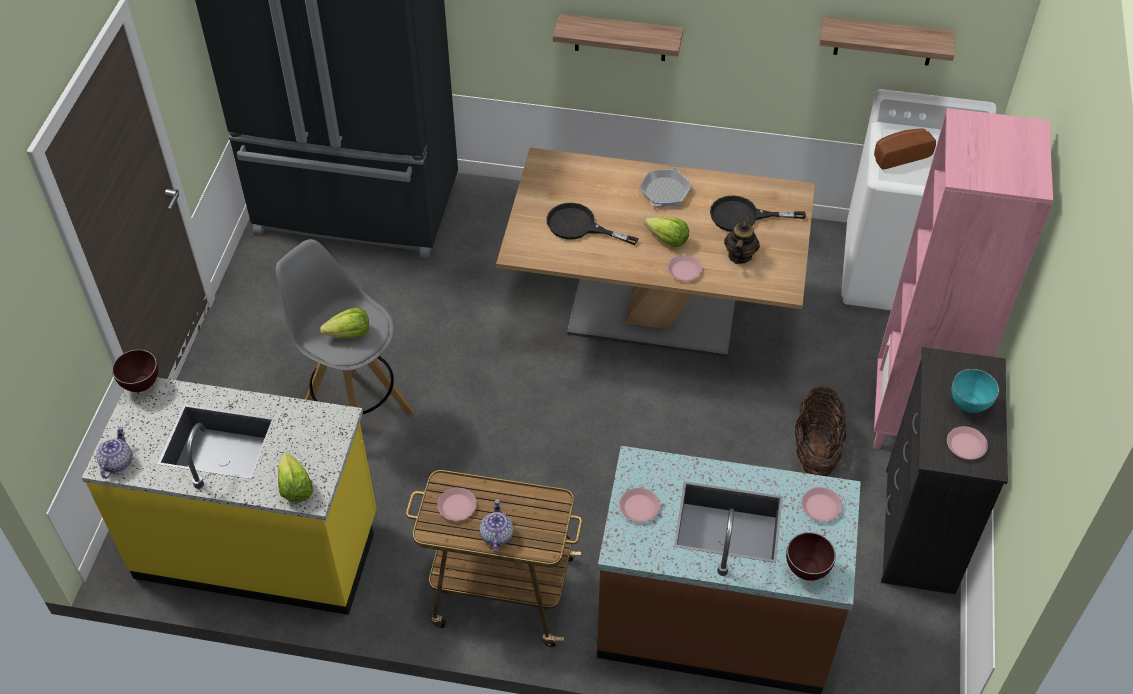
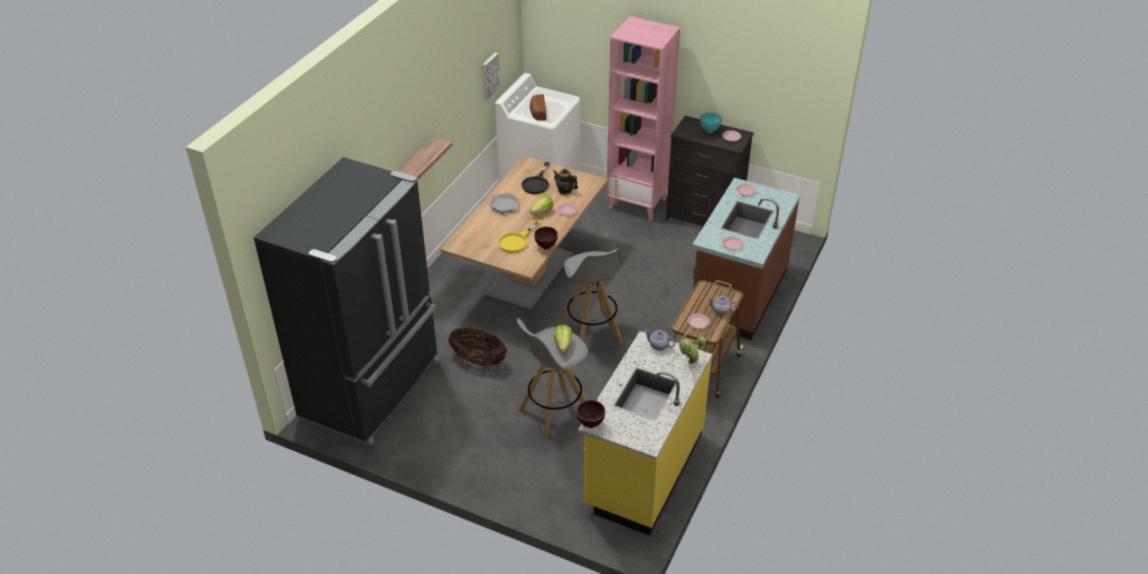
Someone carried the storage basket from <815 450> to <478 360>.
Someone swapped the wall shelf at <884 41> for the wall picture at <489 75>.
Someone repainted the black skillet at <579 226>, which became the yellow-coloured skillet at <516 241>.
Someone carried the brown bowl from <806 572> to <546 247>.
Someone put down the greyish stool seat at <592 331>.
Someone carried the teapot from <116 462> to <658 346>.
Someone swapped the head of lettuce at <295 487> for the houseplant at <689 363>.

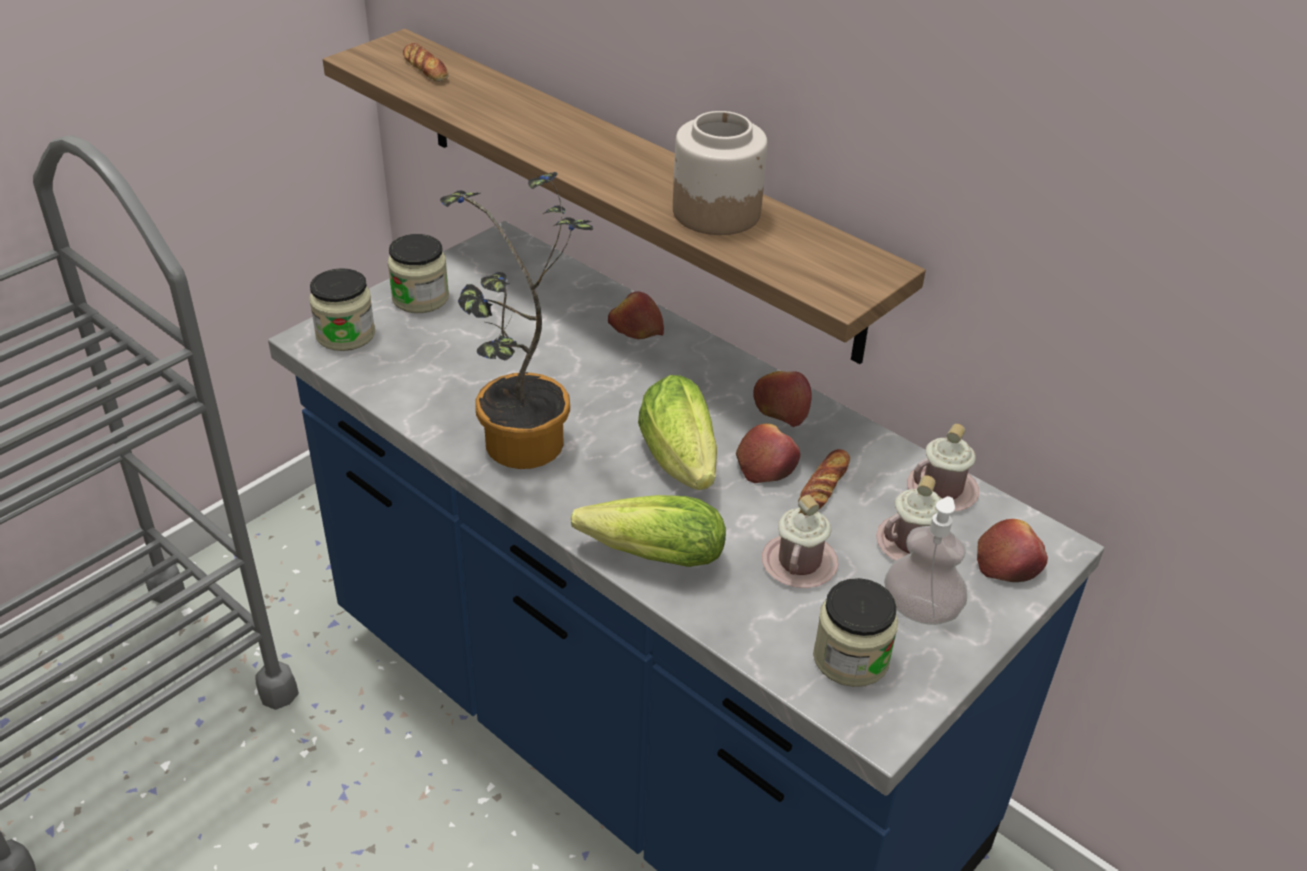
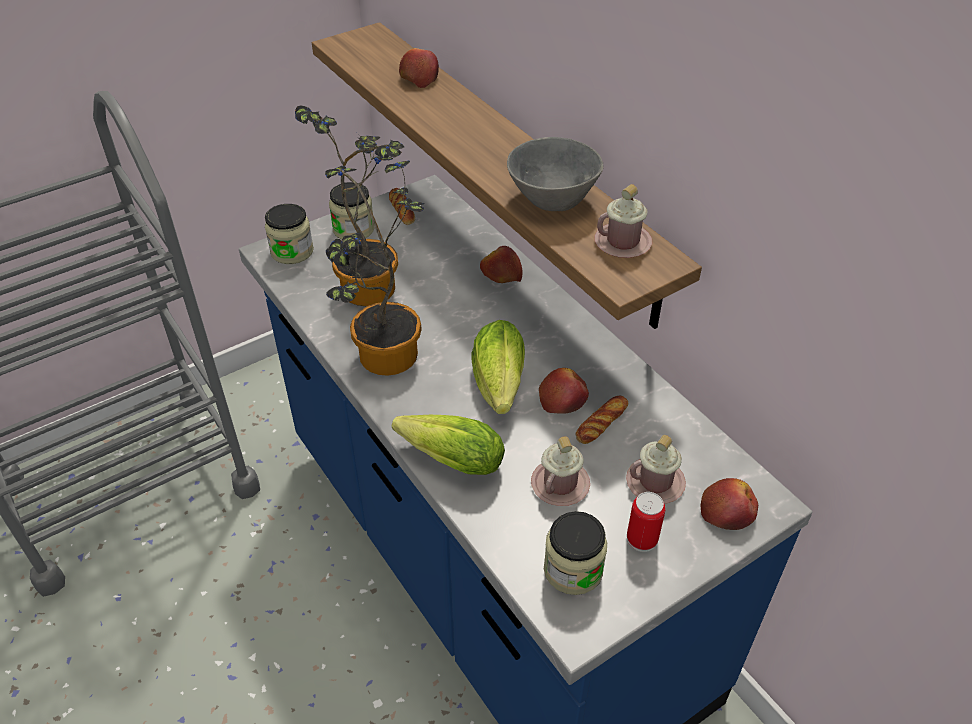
Someone put down the houseplant at <371 283>.
Someone carried the bread from <426 68> to <402 210>.
Someone carried the whole apple from <780 408> to <419 77>.
Someone swapped the preserve jar at <716 212> for the greyish bowl at <552 197>.
Someone carried the pinkish coffee mug from <942 490> to <622 242>.
Someone swapped the liquid soap bottle at <920 610> for the metal can at <642 539>.

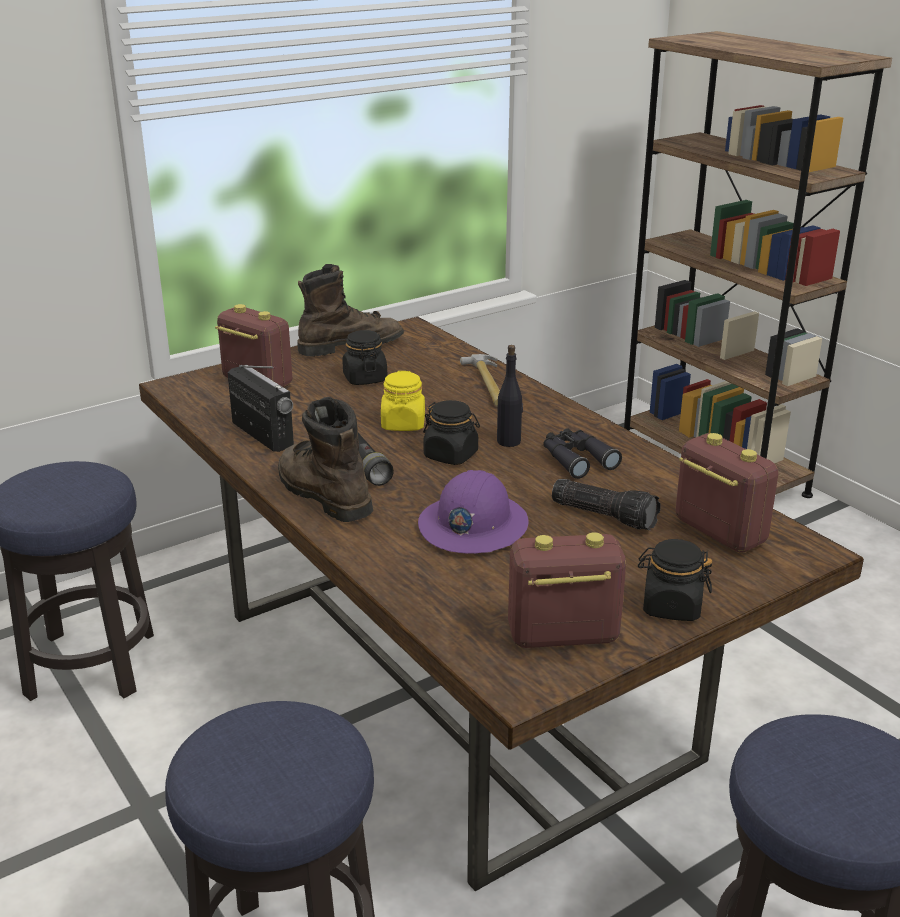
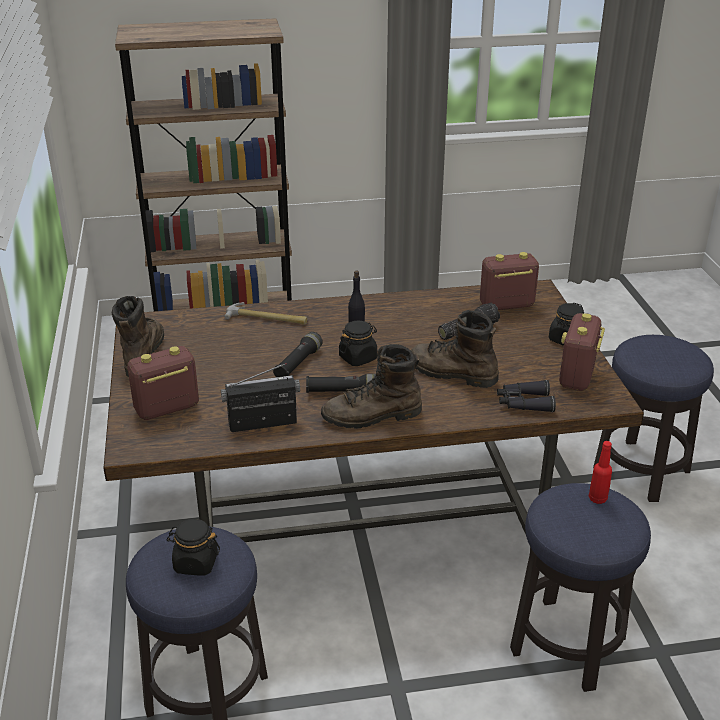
Someone carried the black preserve jar from <365 378> to <195 563>.
Someone swapped the yellow-coloured preserve jar at <403 424> for the black flashlight at <298 364>.
Someone swapped the purple safety helmet at <472 526> for the brown high-top boot at <451 373>.
Someone carried the black pair of binoculars from <576 459> to <524 403>.
Someone put down the reddish drink bottle at <597 498>.

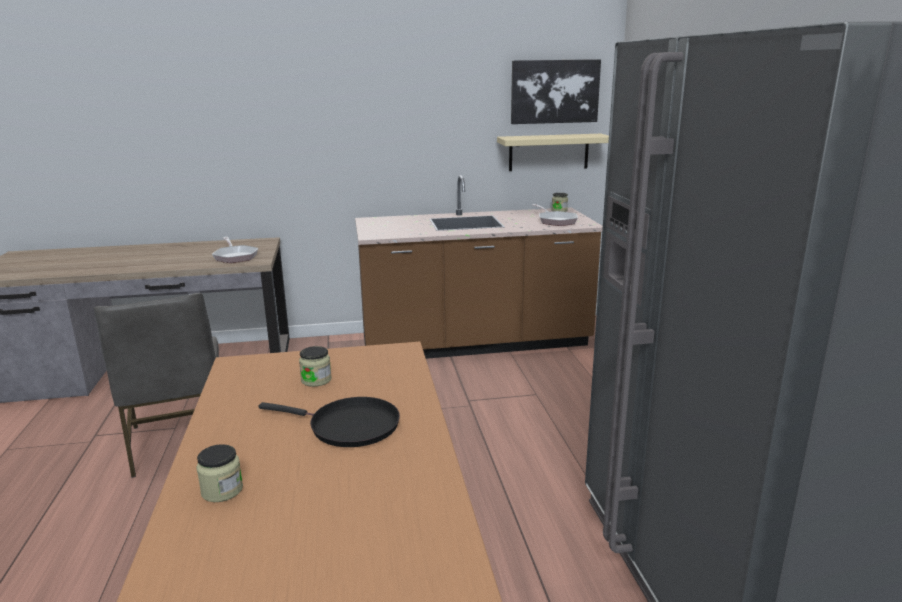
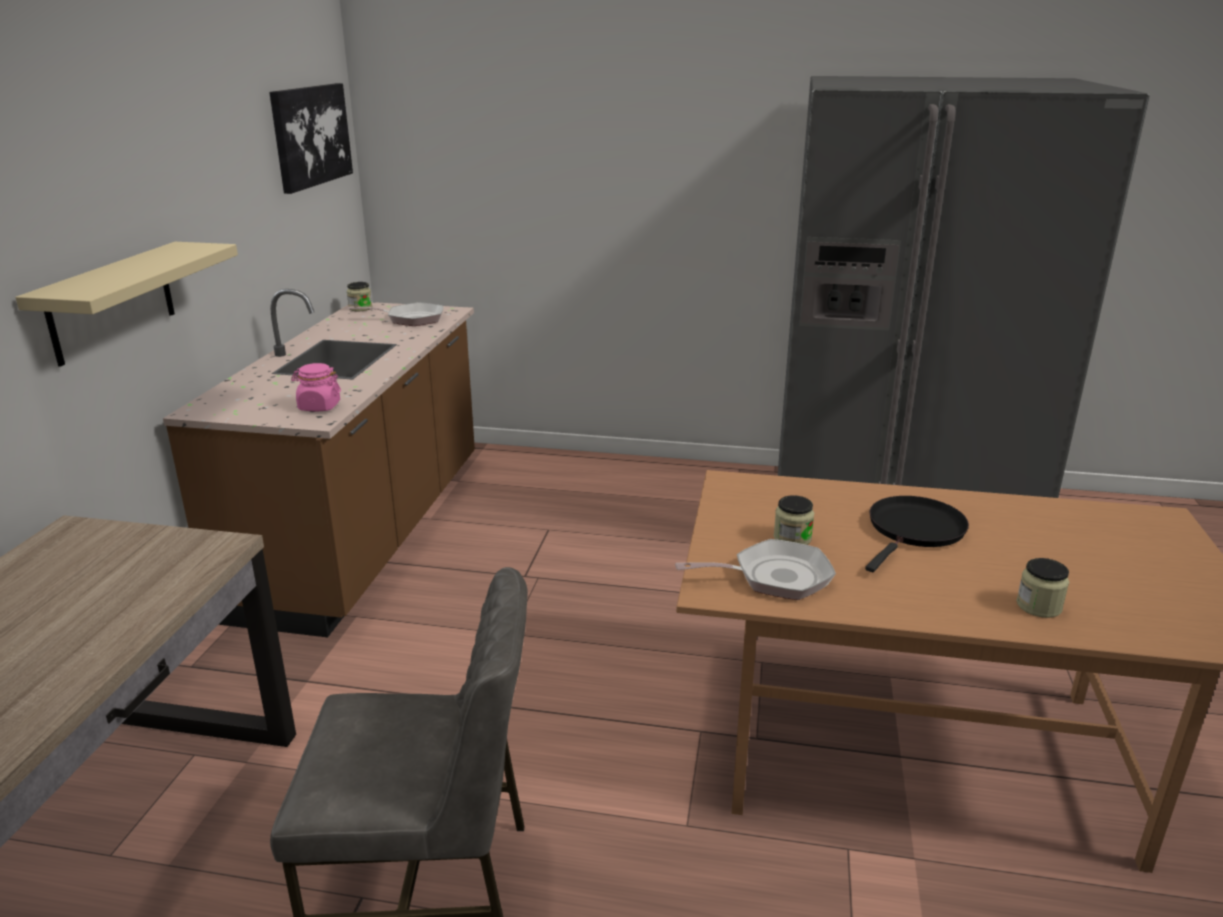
Someone carried the beige wall shelf from <548 152> to <112 302>.
Someone put down the pinkish preserve jar at <319 407>.
Someone carried the skillet from <235 256> to <774 577>.

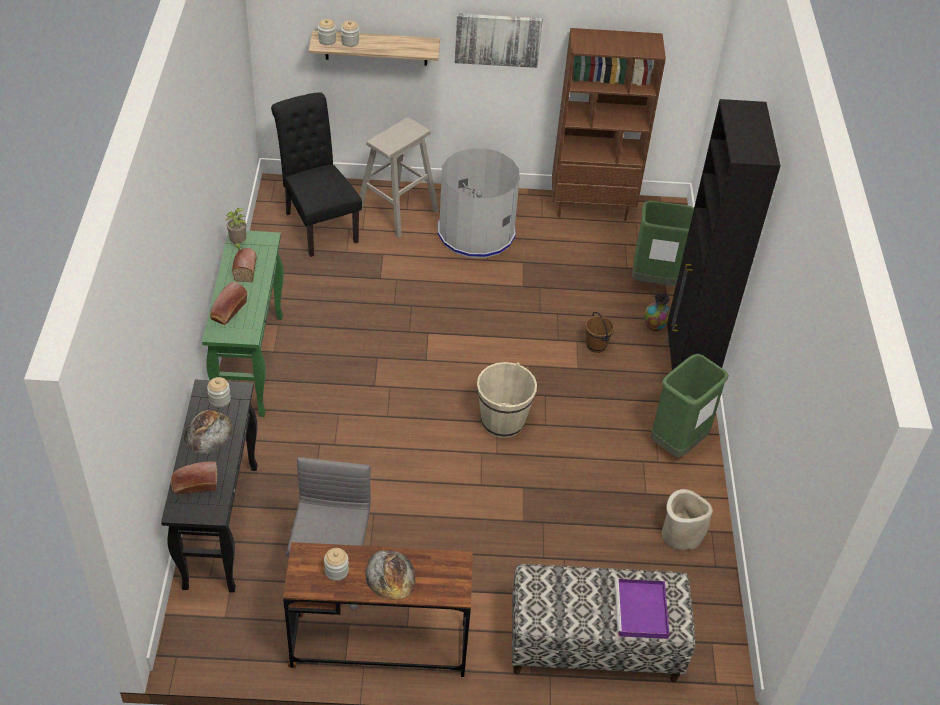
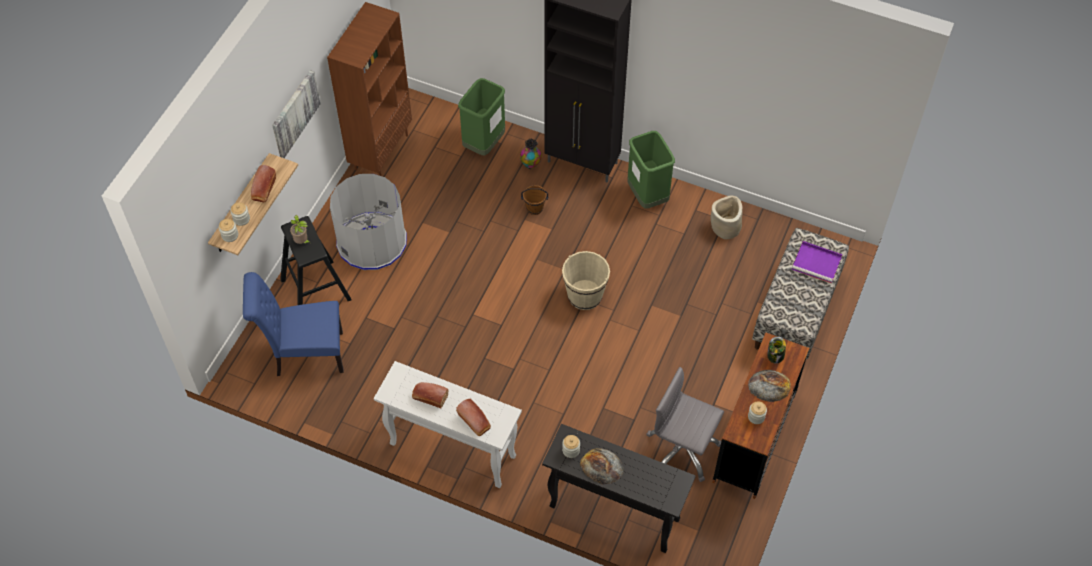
Someone repainted the black upright chair at <318 224>, which became the blue upright chair at <304 354>.
Someone carried the bread from <194 485> to <263 189>.
Someone repainted the beige stool seat at <397 210>, which became the black stool seat at <315 289>.
Someone carried the houseplant from <238 244> to <302 242>.
Someone repainted the green console table at <251 363>, which became the white-coloured console table at <451 450>.
Someone put down the preserve jar at <775 355>.

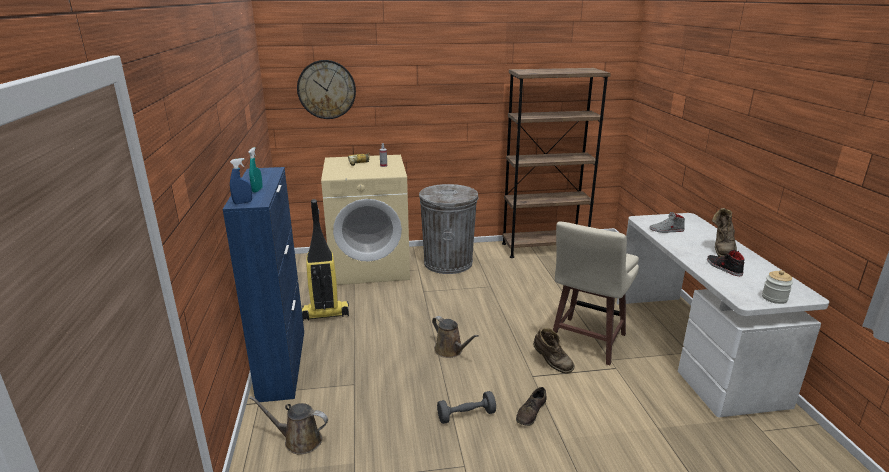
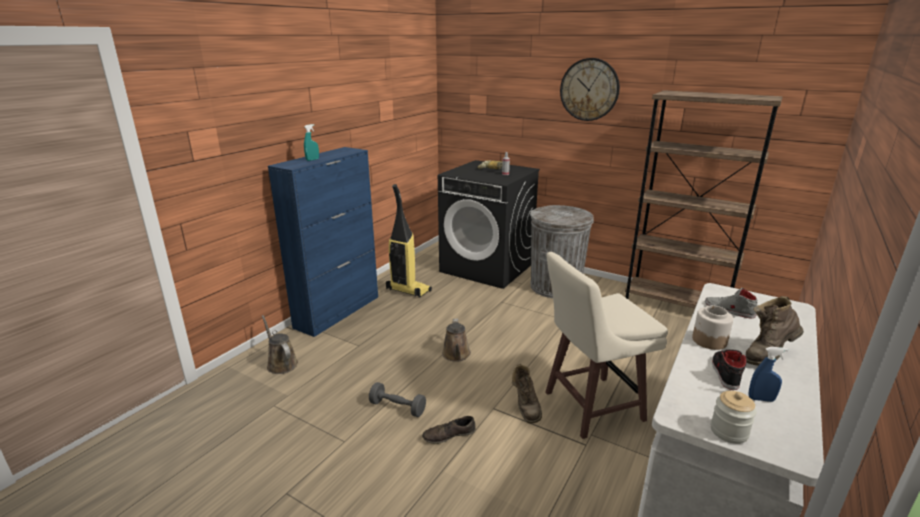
Someone repainted the beige laundry machine at <370 266>, which became the black laundry machine at <487 268>.
Someone carried the wall clock from <326 89> to <589 89>.
Someone put down the preserve jar at <709 340>.
Someone carried the blue spray bottle from <243 202> to <761 399>.

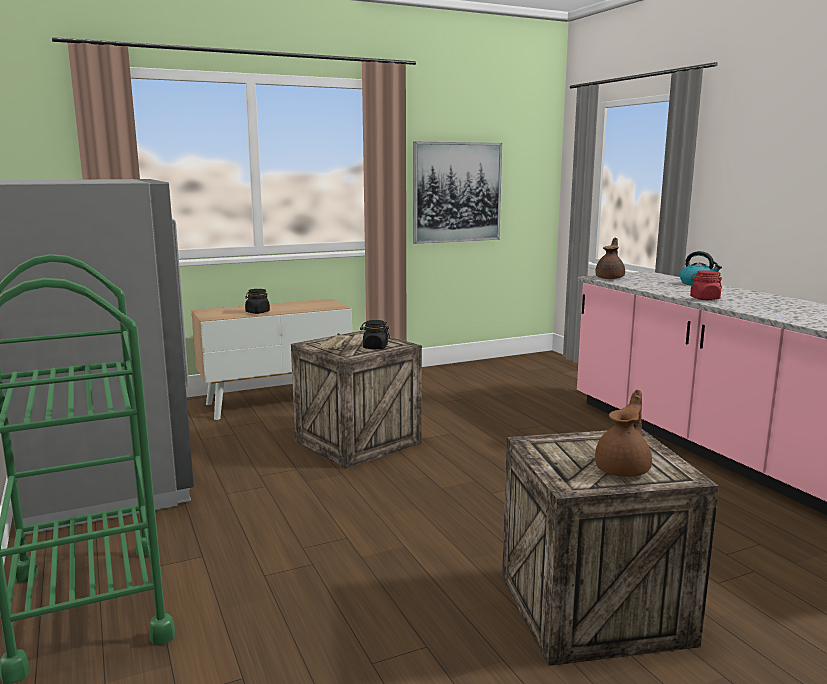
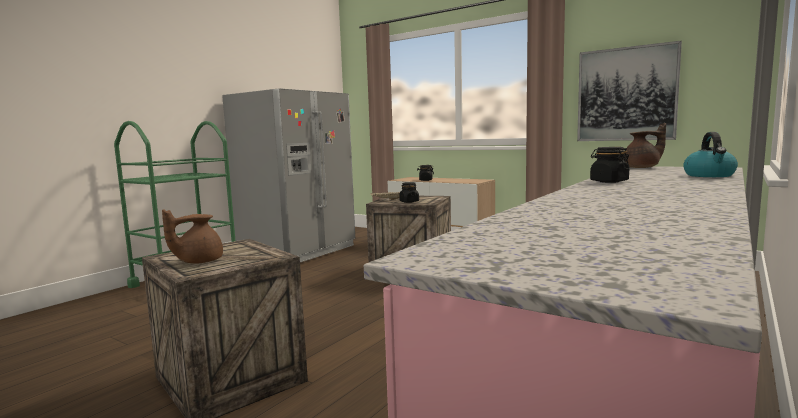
Someone rotated the brown teapot at <624 469> by 135 degrees clockwise.
Someone repainted the reddish preserve jar at <704 299>, which became the black preserve jar at <608 181>.

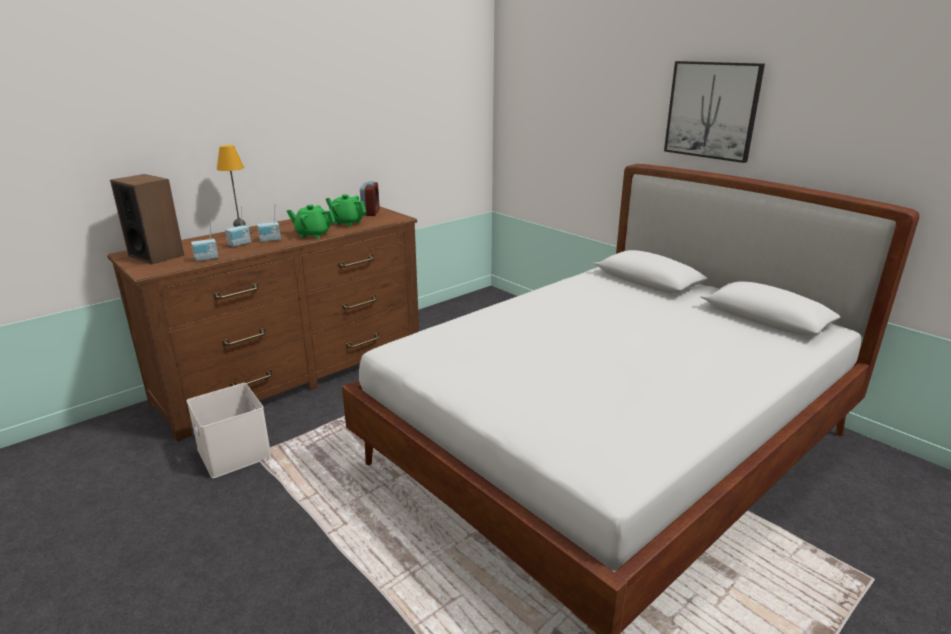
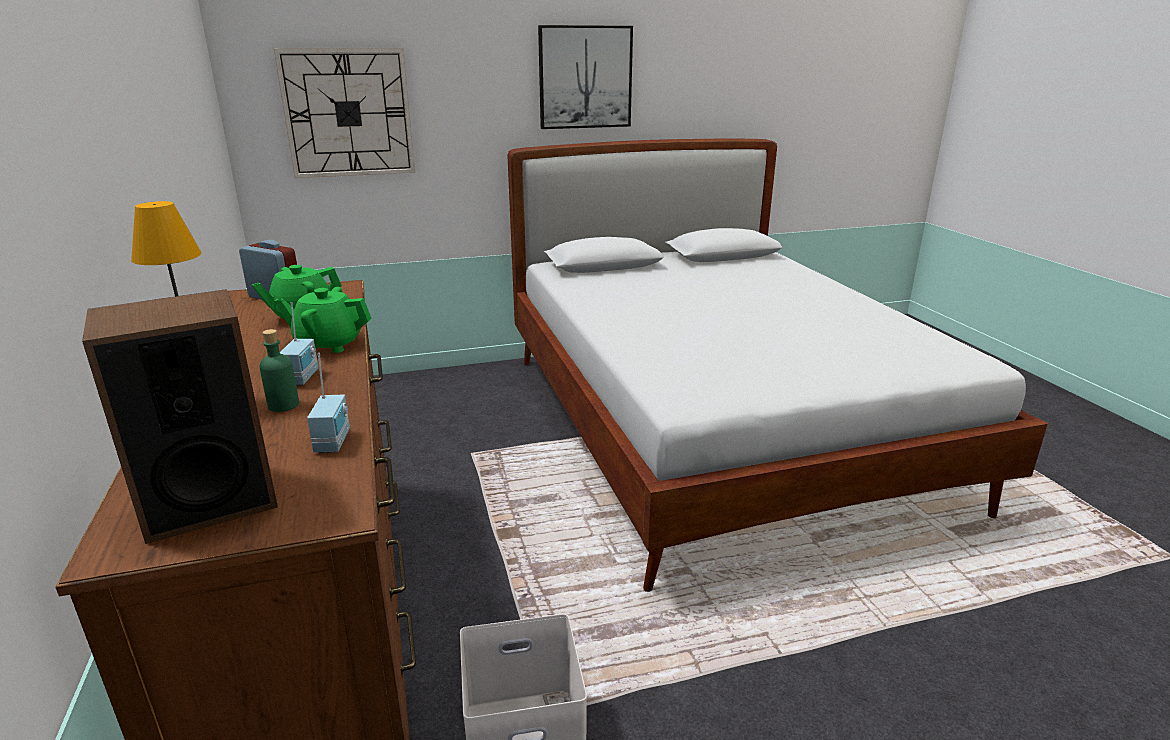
Someone swapped the radio receiver at <240 244> for the green drink bottle at <283 405>.
Someone put up the wall clock at <348 113>.
Someone rotated the green teapot at <313 234> by 60 degrees clockwise.

